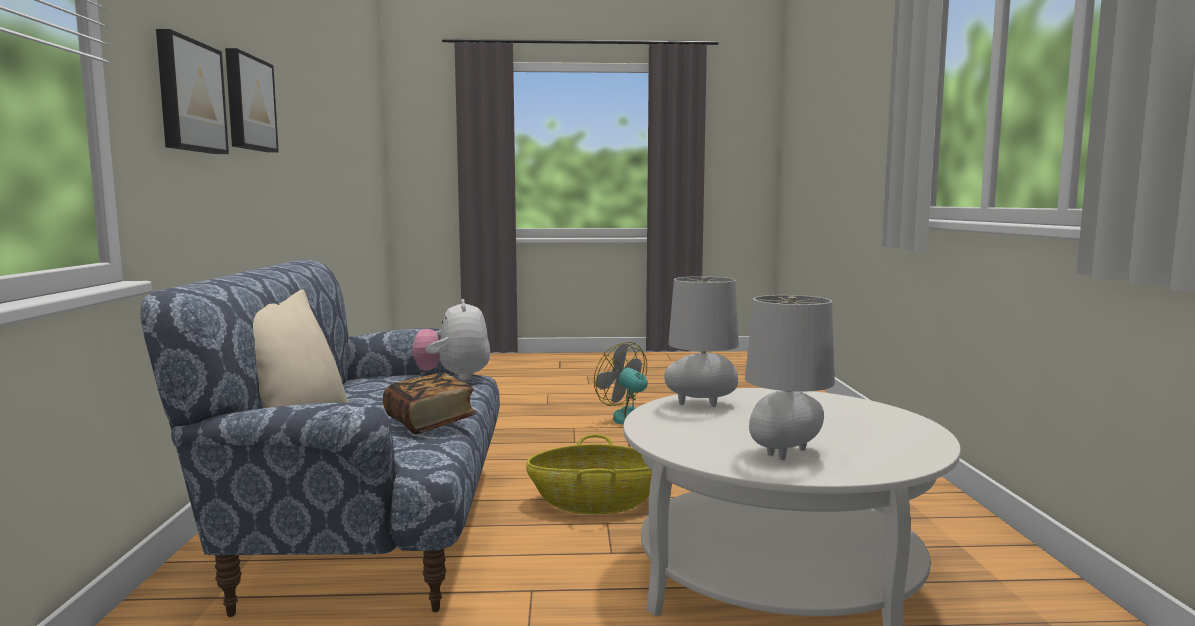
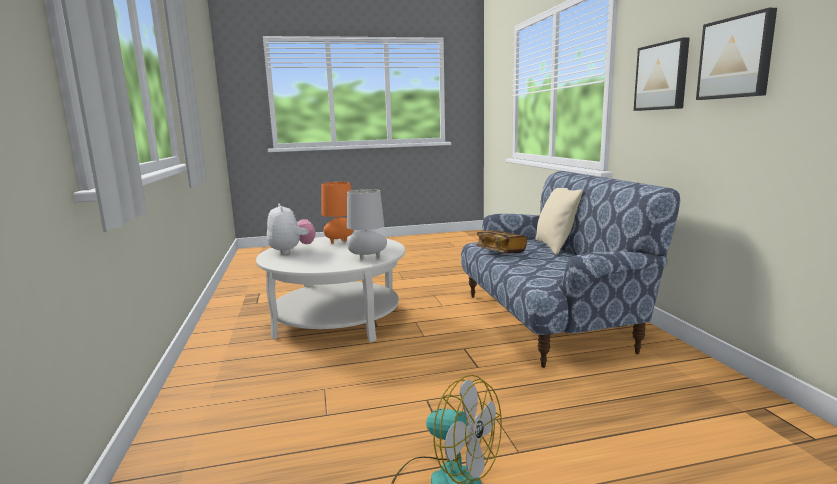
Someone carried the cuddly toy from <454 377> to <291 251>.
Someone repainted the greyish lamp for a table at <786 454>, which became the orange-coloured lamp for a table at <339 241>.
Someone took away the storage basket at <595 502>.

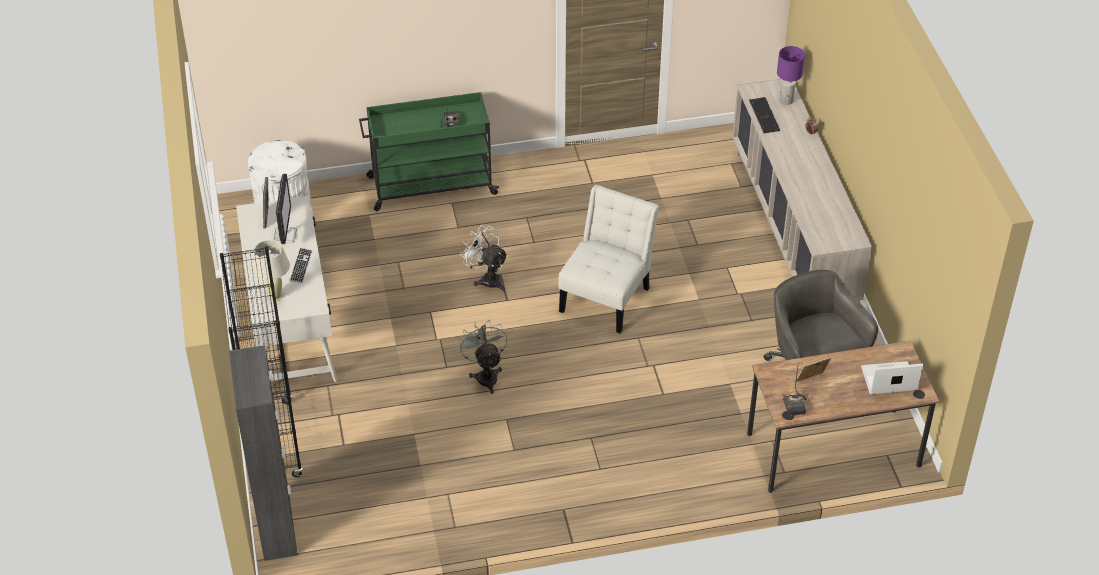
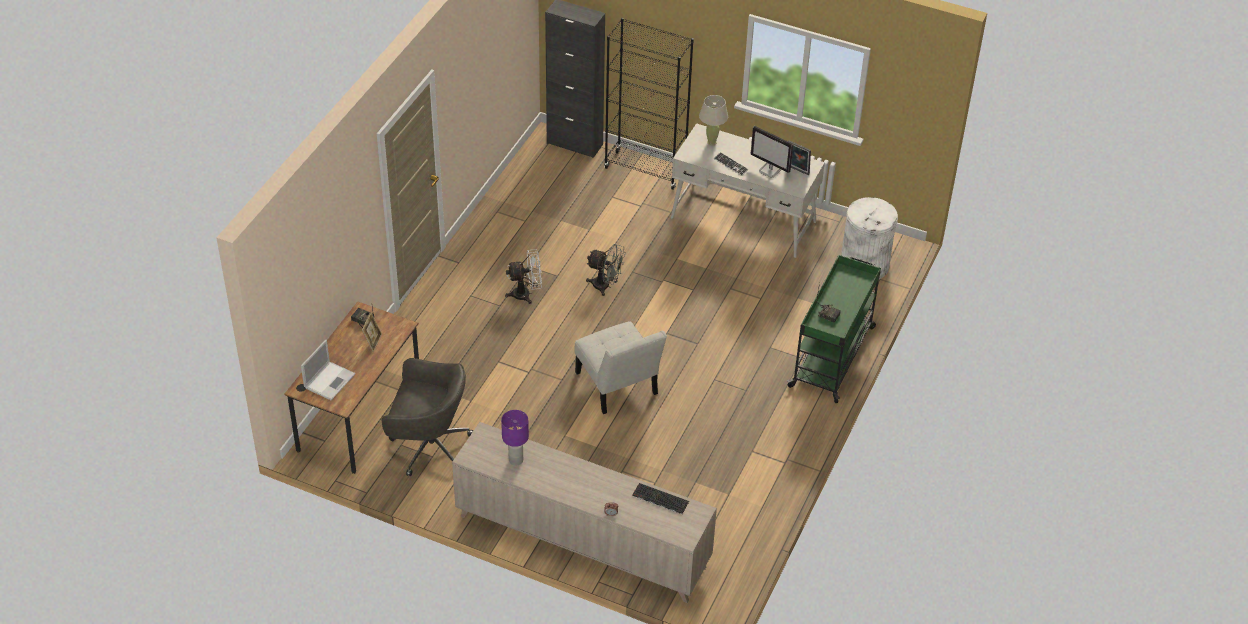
Someone carried the purple lamp for a table from <786 101> to <515 460>.
Someone carried the white-coloured cooling fan from <487 278> to <526 294>.

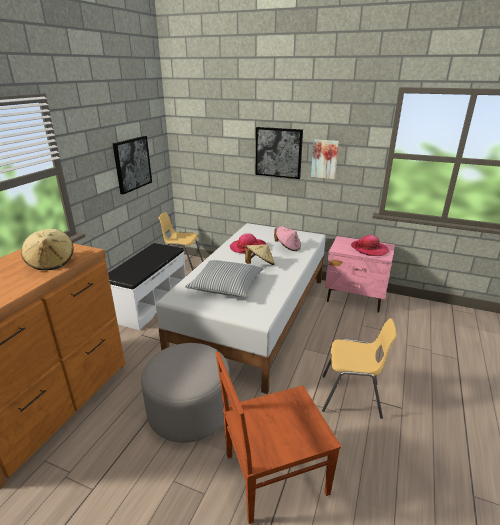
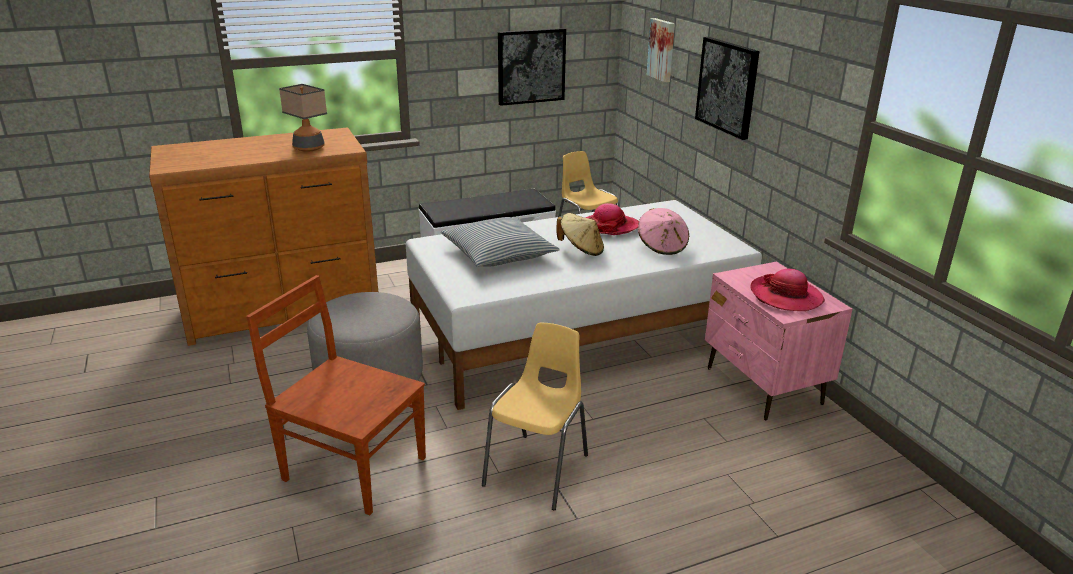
Someone swapped the beige clothing hat at <51 262> for the lamp for a table at <309 148>.
Someone rotated the yellow-coloured upright chair at <351 397> by 120 degrees counterclockwise.
Someone carried the wall picture from <324 159> to <662 49>.

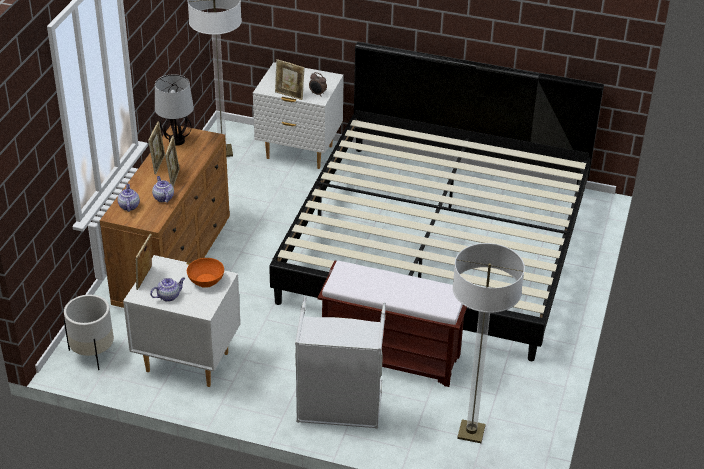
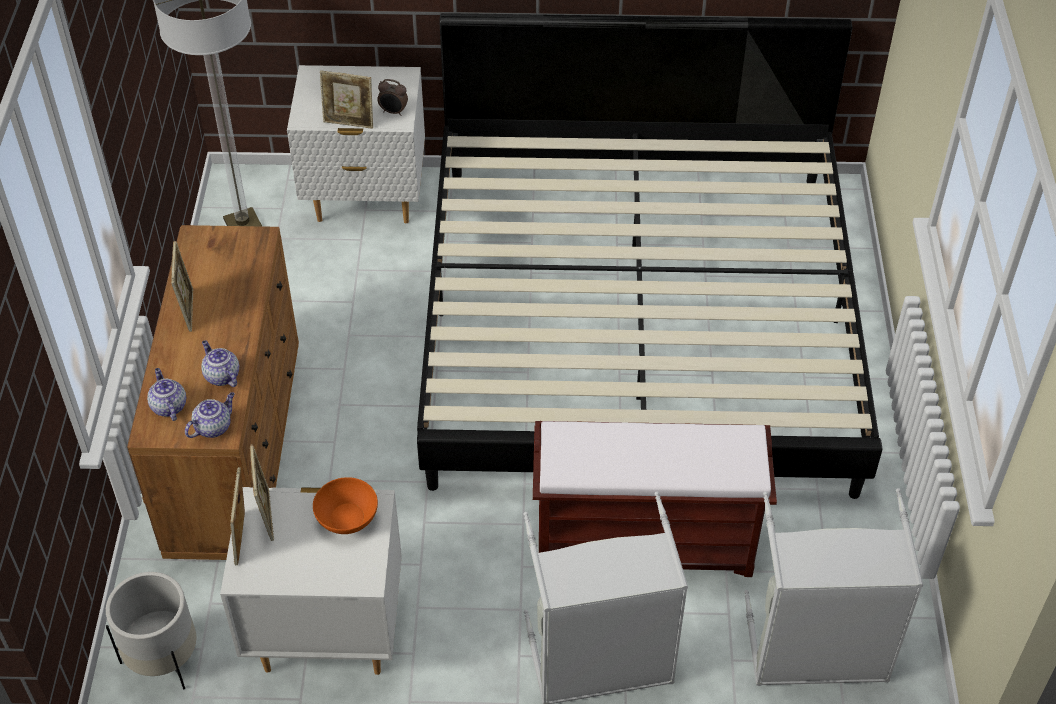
Someone carried the teapot from <169 296> to <213 427>.
Someone carried the photo frame from <174 179> to <266 515>.
Someone swapped the floor lamp at <471 432> for the greyish laundry basket at <816 652>.
Someone took away the lamp for a table at <176 140>.

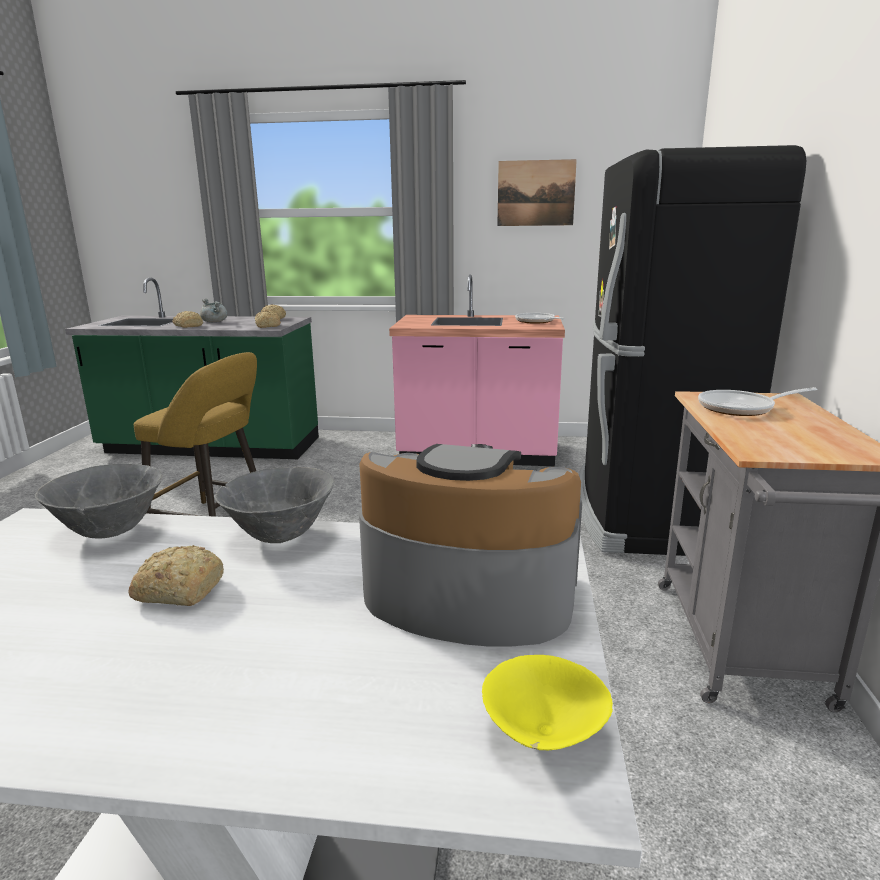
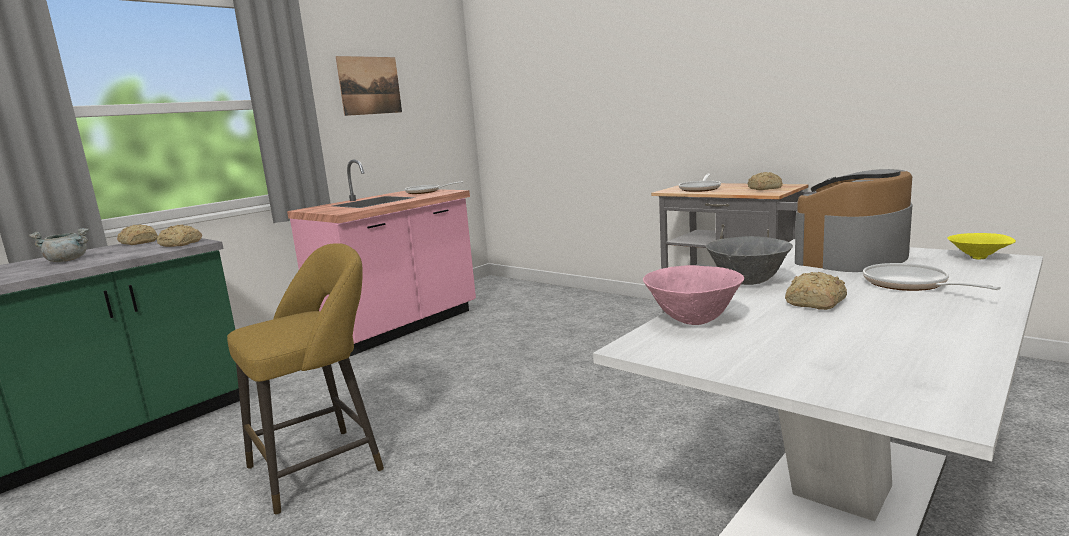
Someone repainted the greyish bowl at <111 532>, which became the pinkish bowl at <693 321>.
Someone carried the bread from <188 326> to <763 189>.
Someone put down the skillet at <910 285>.
Someone took away the black fridge at <647 513>.

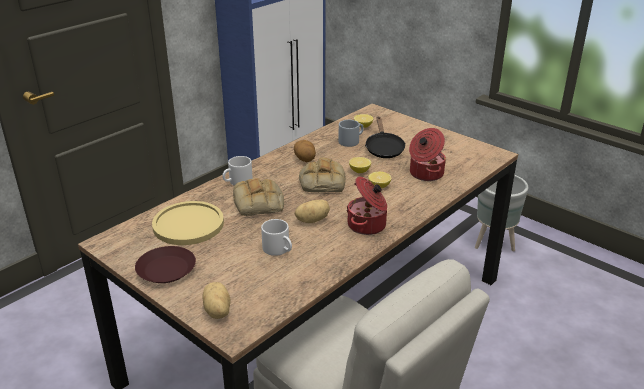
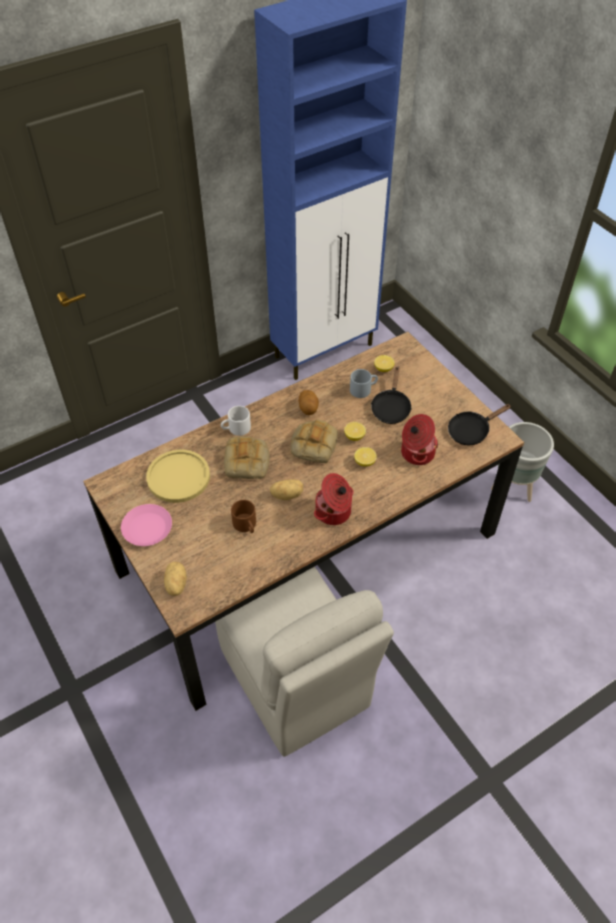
Someone repainted the brown flat dish at <166 269>, which became the pinkish flat dish at <147 528>.
Someone repainted the white-coloured coffee mug at <279 249>, which became the brown coffee mug at <246 525>.
Someone put down the black skillet at <471 431>.

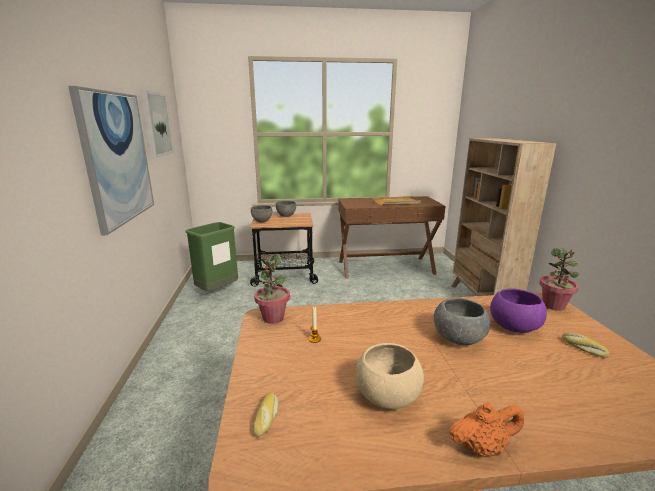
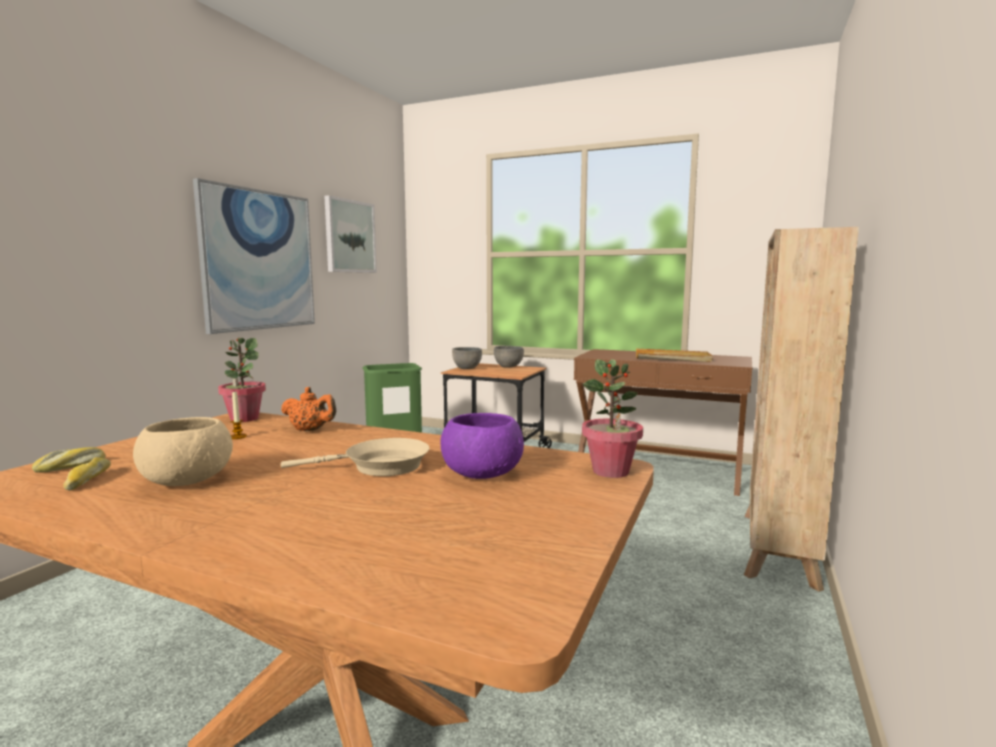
Someone carried the bread from <583 348> to <87 480>.
Someone carried the orange-coloured teapot from <482 447> to <310 430>.
Someone swapped the greyish bowl at <459 338> for the beige skillet at <380 467>.

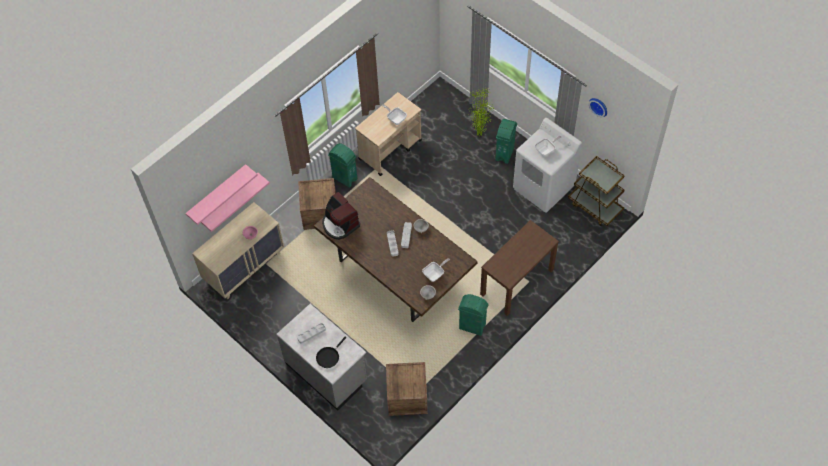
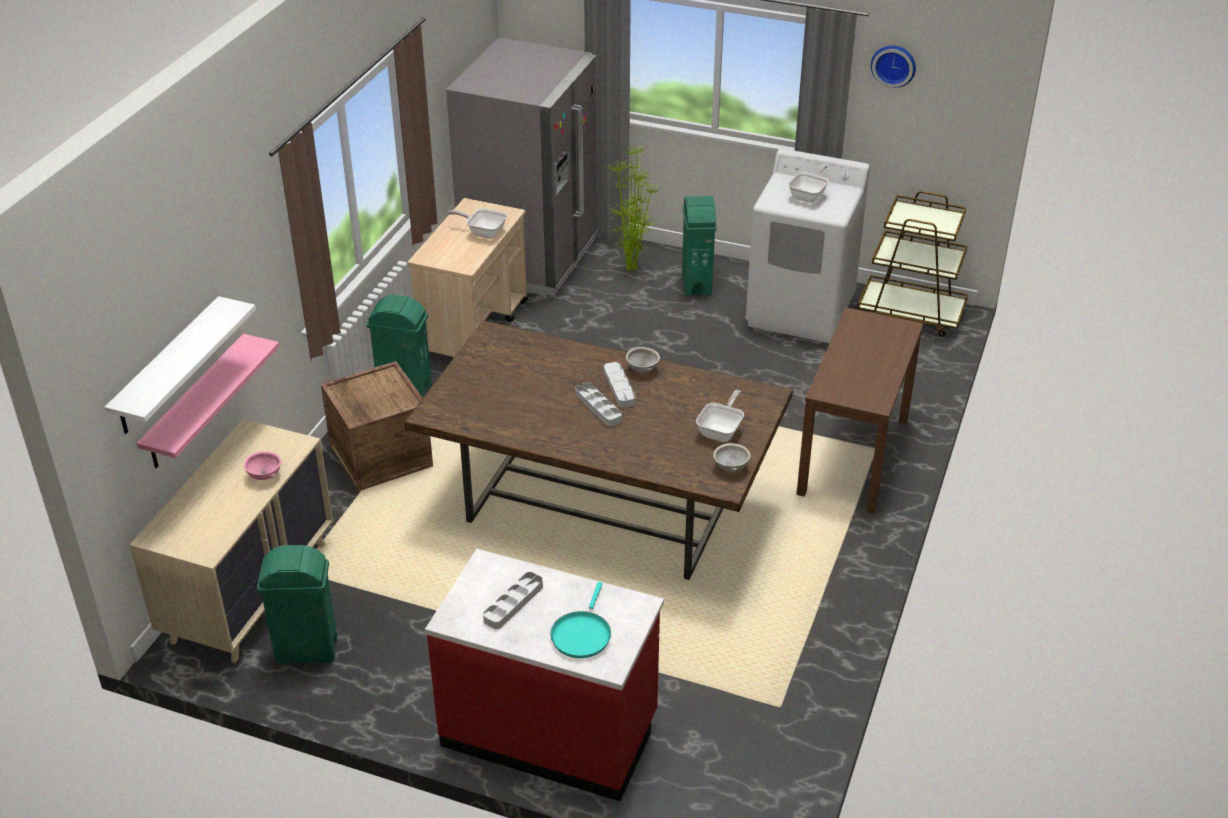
Someone repainted the pinkish wall shelf at <217 193>, which became the white-coloured wall shelf at <168 367>.
Someone carried the green waste bin from <472 326> to <307 650>.
Someone repainted the greyish counter at <327 372>, which became the reddish counter at <550 731>.
Someone put down the greyish fridge at <531 258>.
Someone repainted the black skillet at <329 356>, which became the turquoise-coloured skillet at <582 634>.
Someone took away the coffee brewer at <340 224>.
Someone took away the crate at <407 396>.

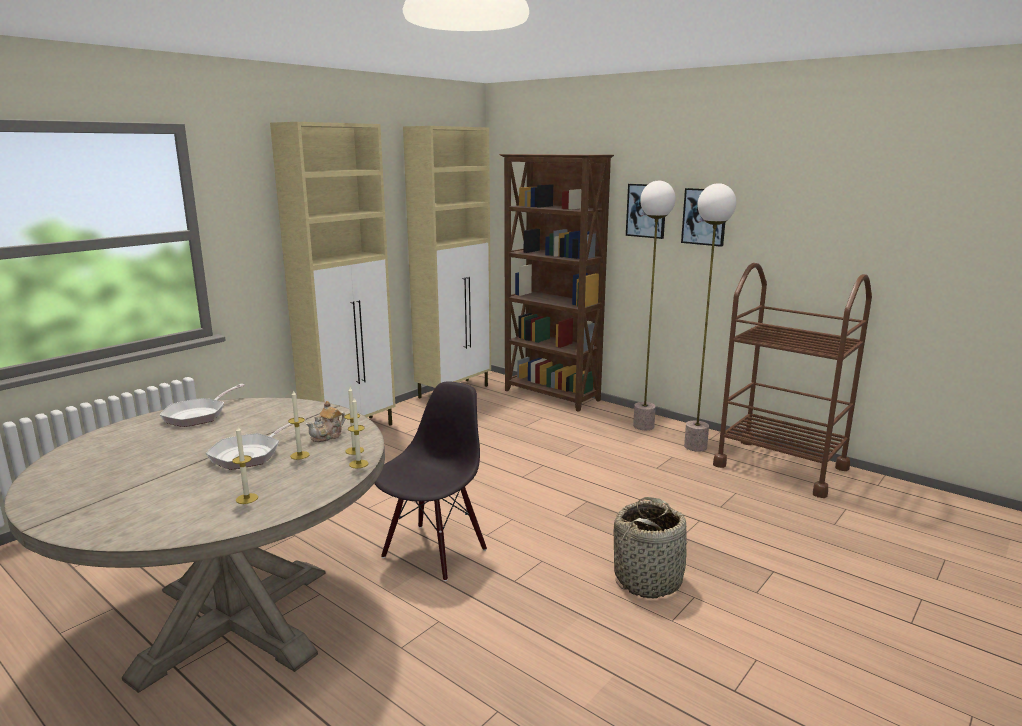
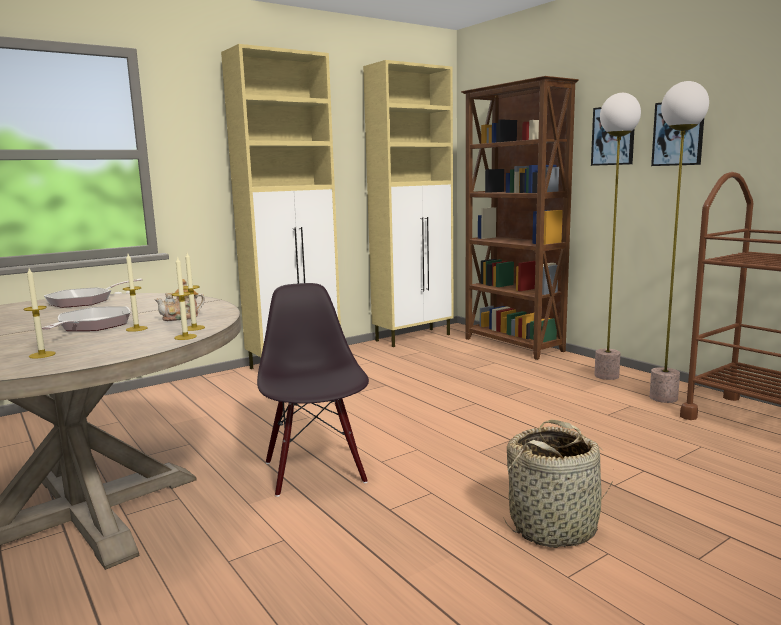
Someone rotated the skillet at <250 454> by 135 degrees clockwise.
Someone rotated the black upright chair at <433 552> by 60 degrees counterclockwise.

